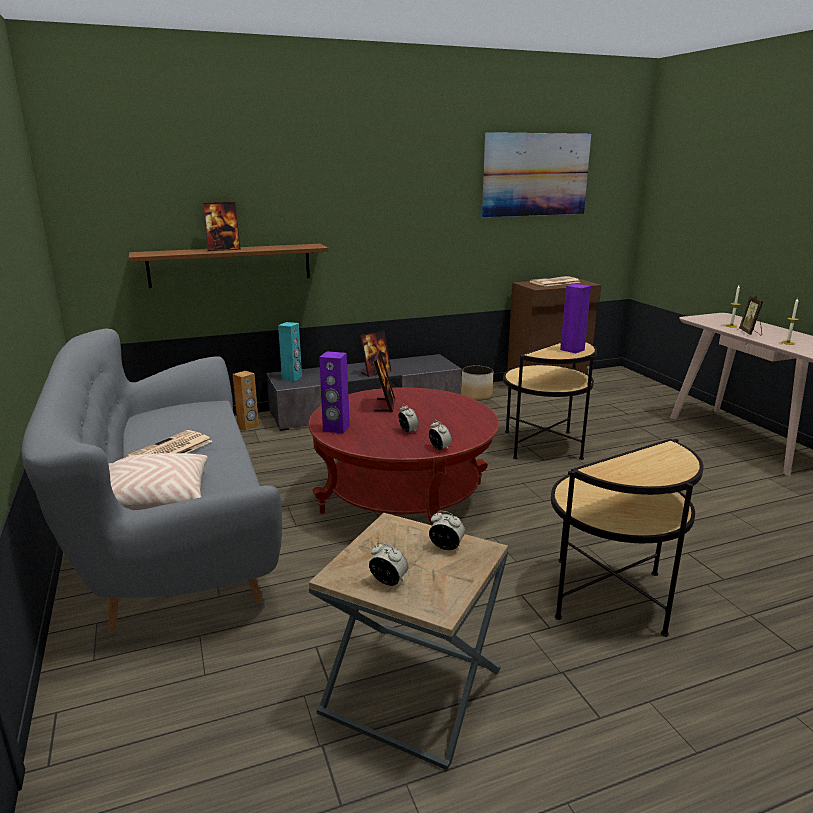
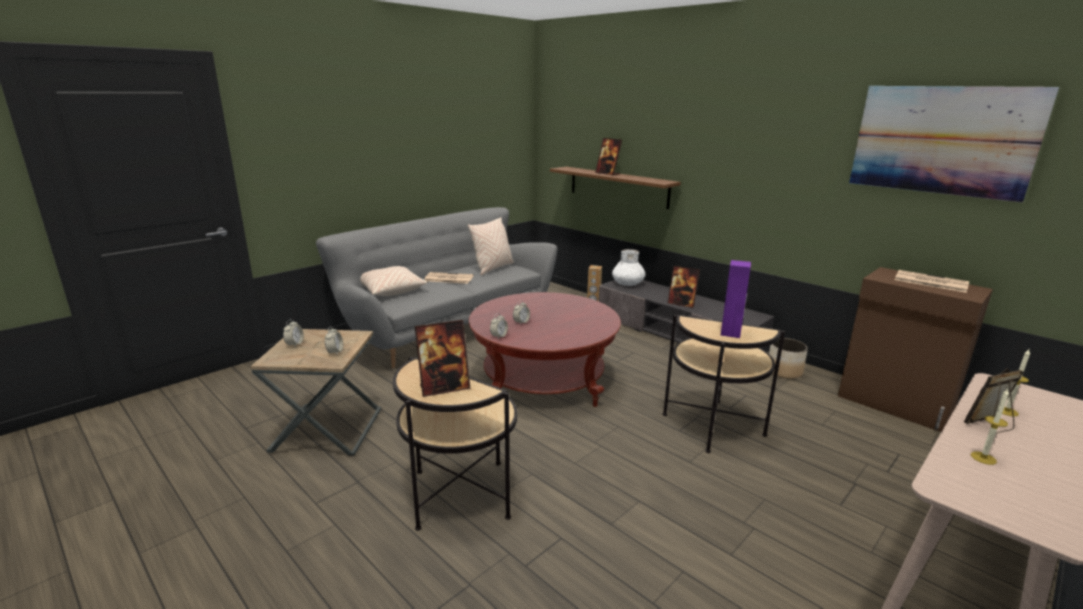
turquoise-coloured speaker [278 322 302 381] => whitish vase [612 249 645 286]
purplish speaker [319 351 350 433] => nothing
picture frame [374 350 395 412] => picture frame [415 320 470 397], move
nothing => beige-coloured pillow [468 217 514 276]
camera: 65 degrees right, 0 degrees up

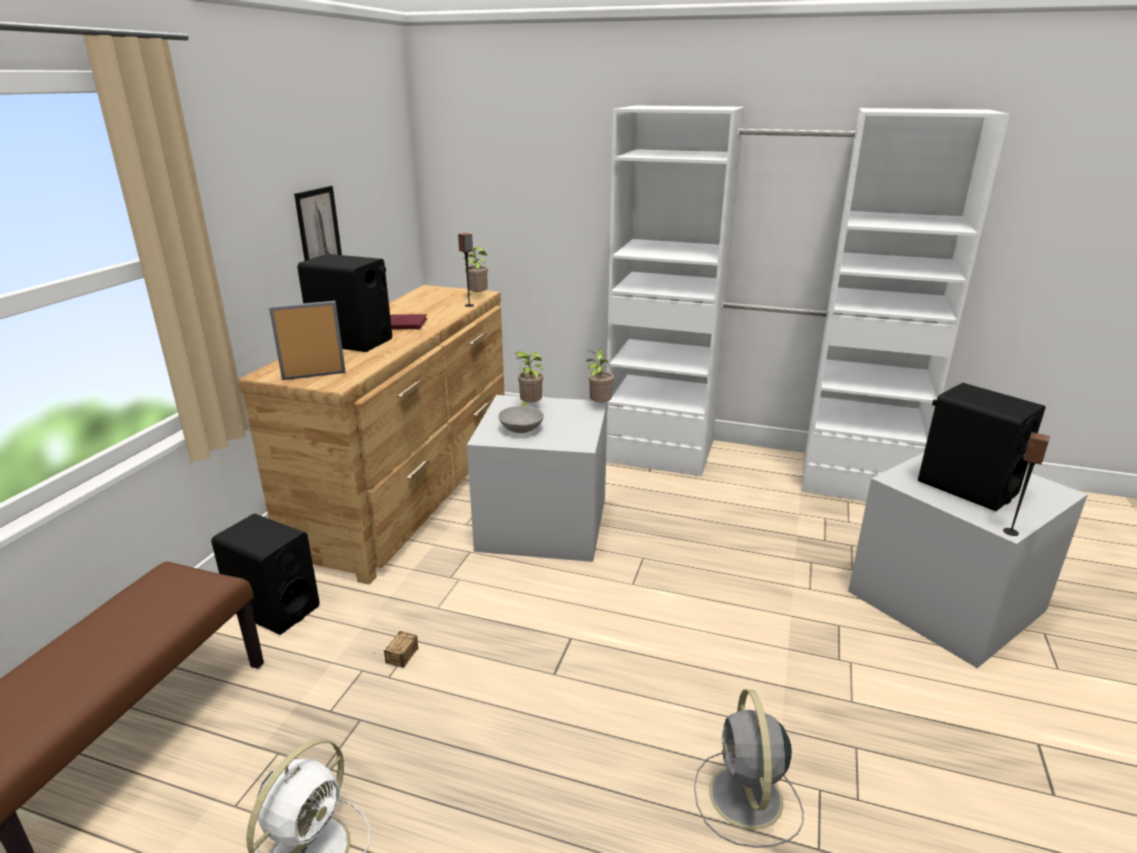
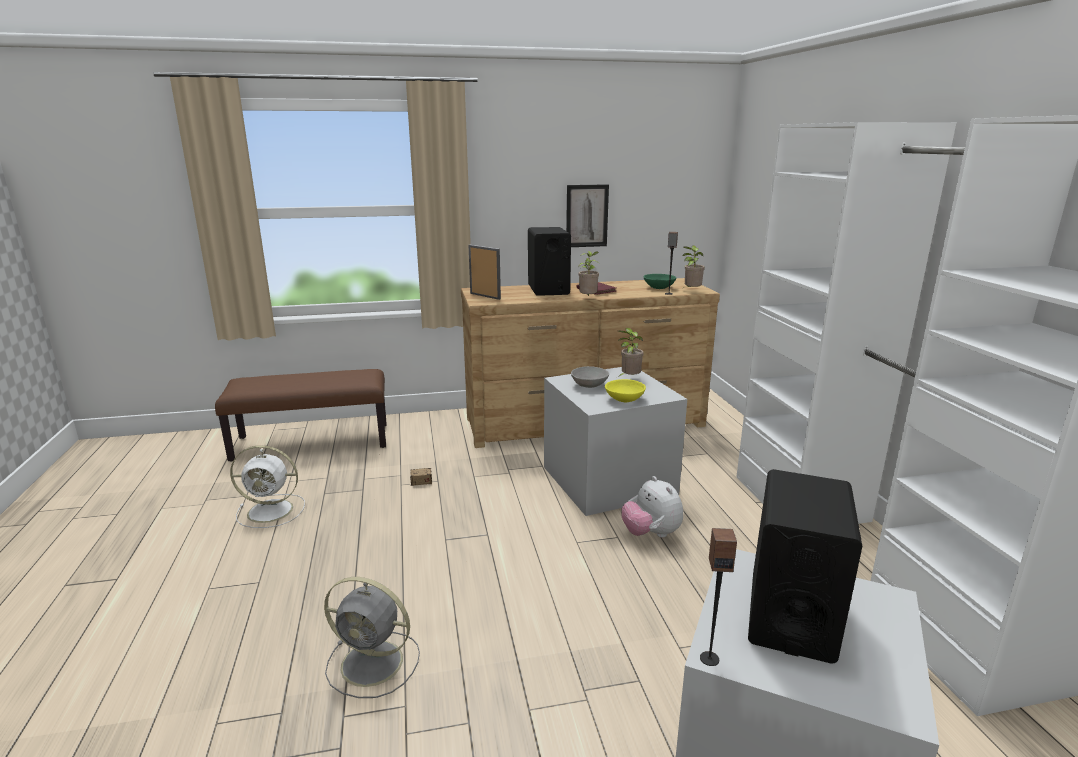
black speaker [211 514 320 635] => nothing
plant in a pot [587 348 614 402] => plant in a pot [578 251 599 296], move
grey cooling fan [694 689 804 848] => grey cooling fan [324 577 420 698], 135 degrees counterclockwise
nothing => yellow deep dish [605 379 646 402]
nothing => soft toy [621 476 683 538]
nothing => greenish deep dish [644 274 676 289]
camera: 60 degrees right, 5 degrees down

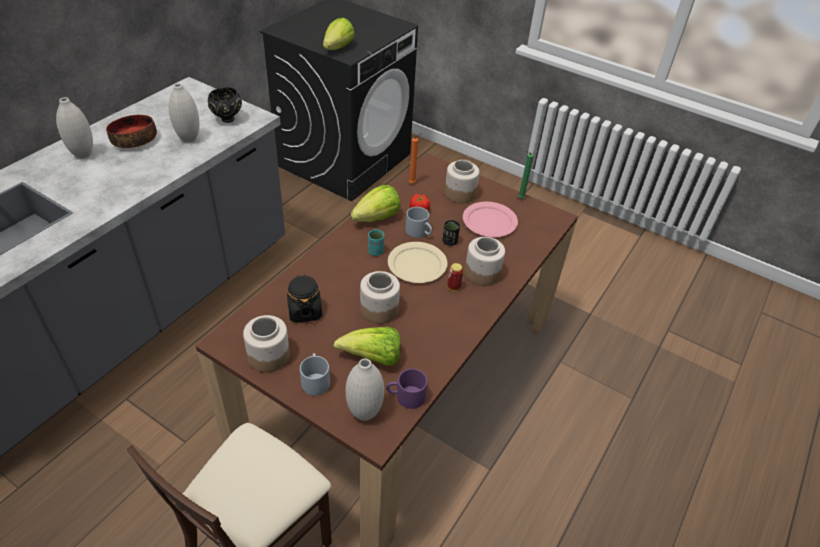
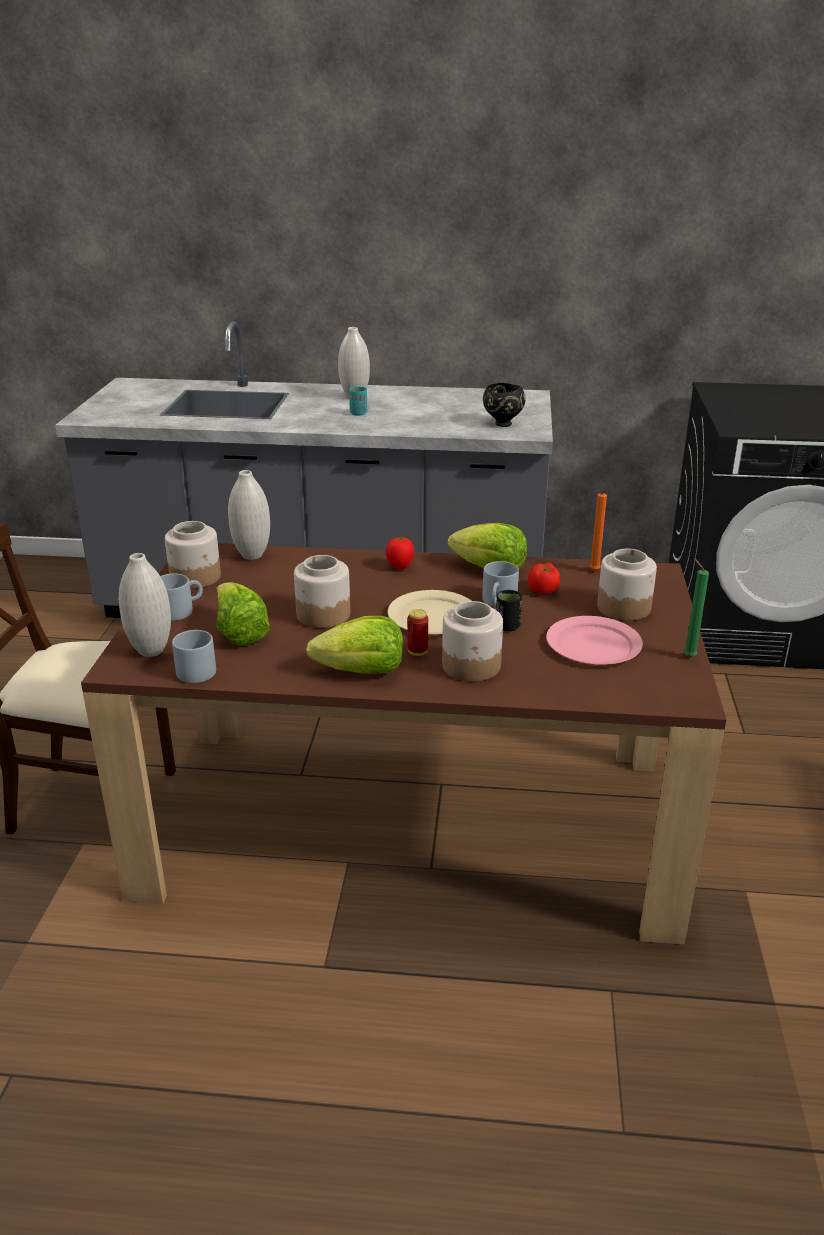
deep dish [106 115 157 148] => nothing
whitish vase [168 83 200 143] => whitish vase [228 470 270 560], move
black jar [287 274 322 323] => nothing
lettuce head [323 18 355 50] => lettuce head [306 616 403 674], move
turquoise-coloured drinking cup [368 229 384 256] => turquoise-coloured drinking cup [349 386 367 416], move
purplish mug [386 369 427 409] => grey mug [172 630 216 683]
nothing => tomato [386 537 414 569]
camera: 65 degrees right, 15 degrees down

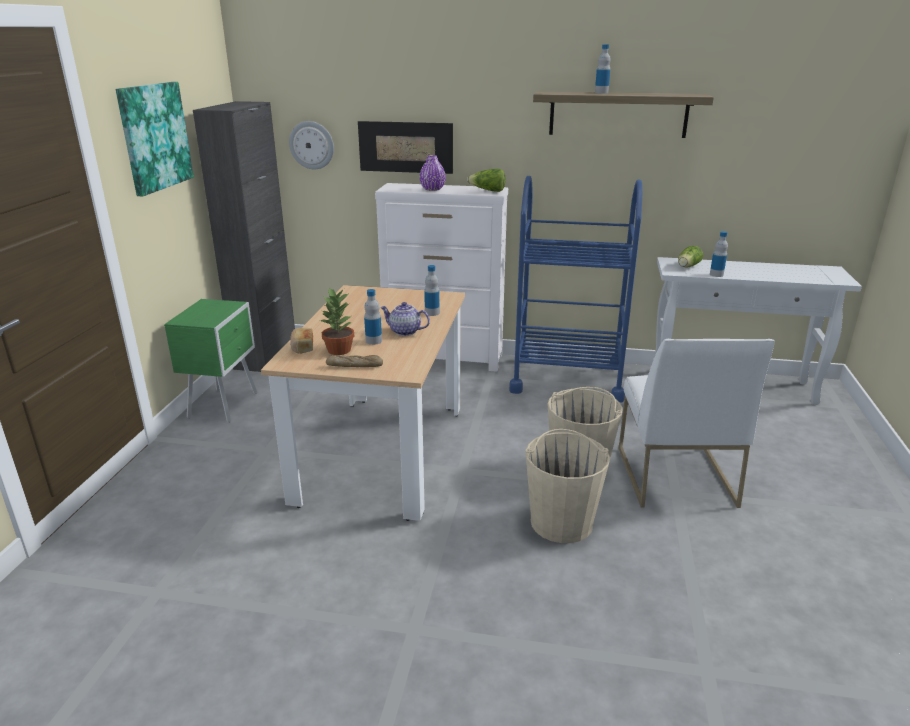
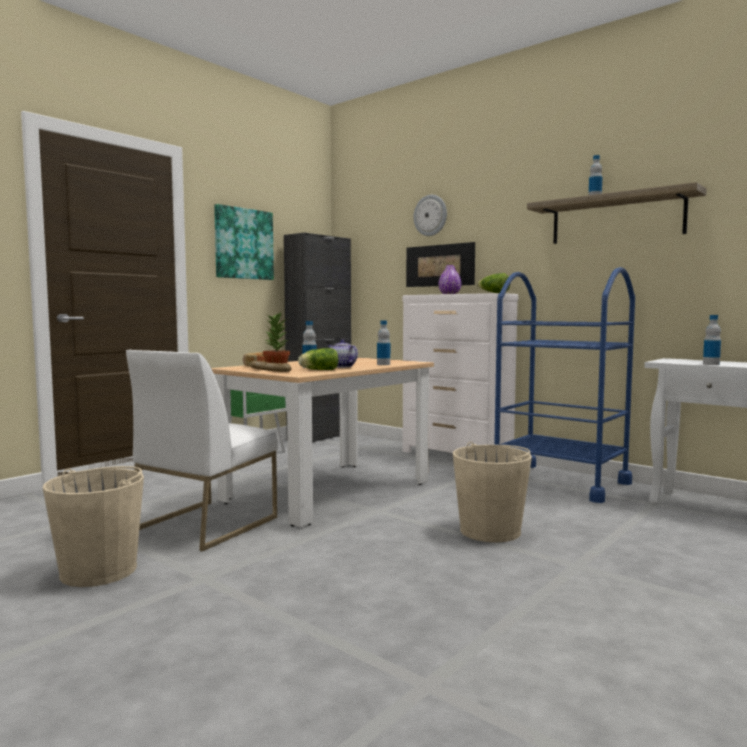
clock on the wall [289 121 334 169] => clock on the wall [414 195 447 236], move
beige-coloured bucket [525 429 610 543] => beige-coloured bucket [43 466 144 587], move
whitish chair [619 339 775 508] => whitish chair [126 350 278 551], move
lettuce head [678 246 703 267] => lettuce head [298 348 338 370], move
camera: 30 degrees right, 20 degrees down

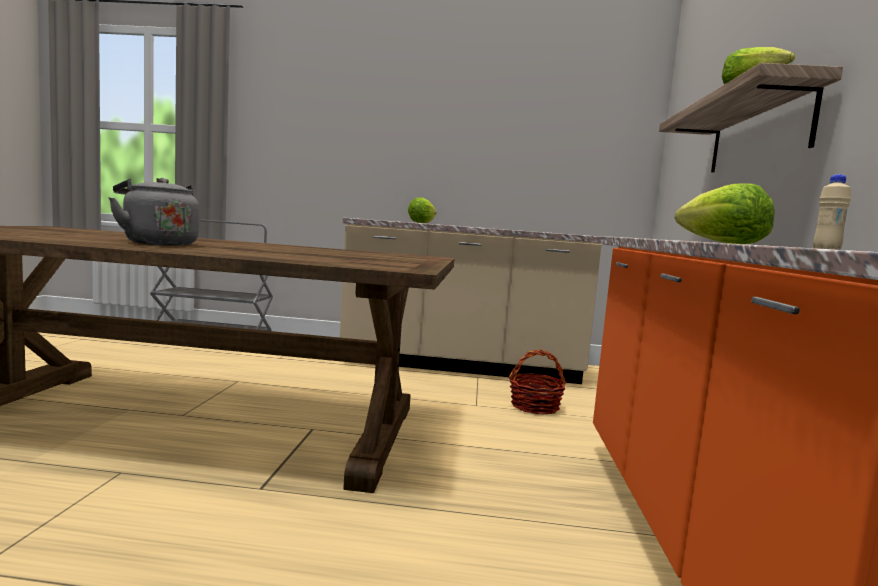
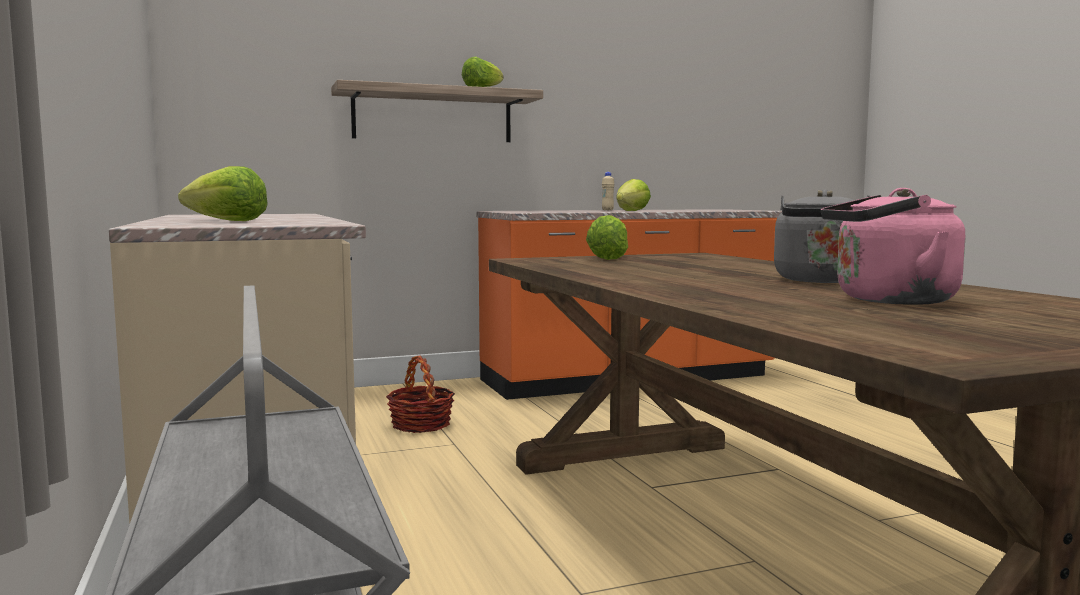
nothing => lettuce head [586 215 628 260]
nothing => pinkish water kettle [821 188 965 305]
camera: 115 degrees left, 0 degrees up

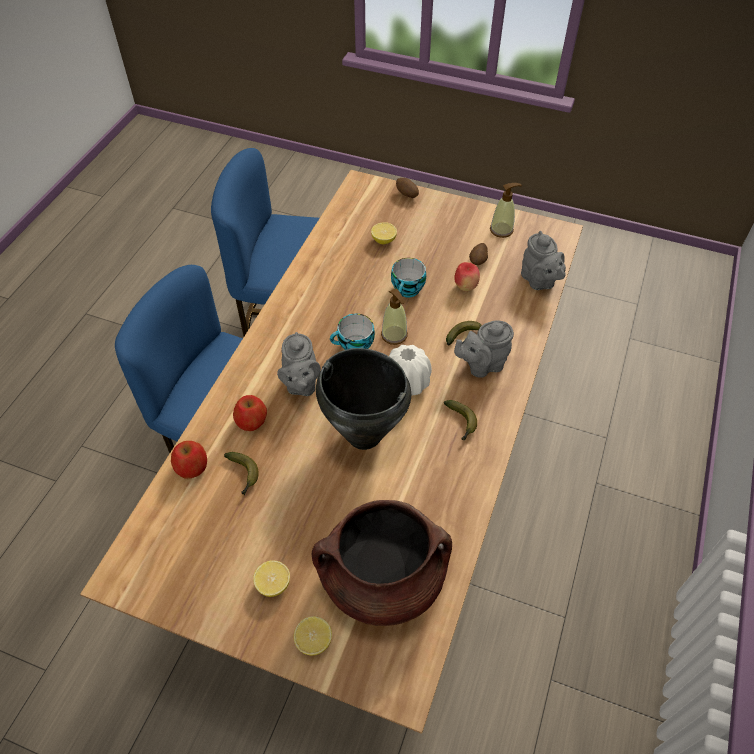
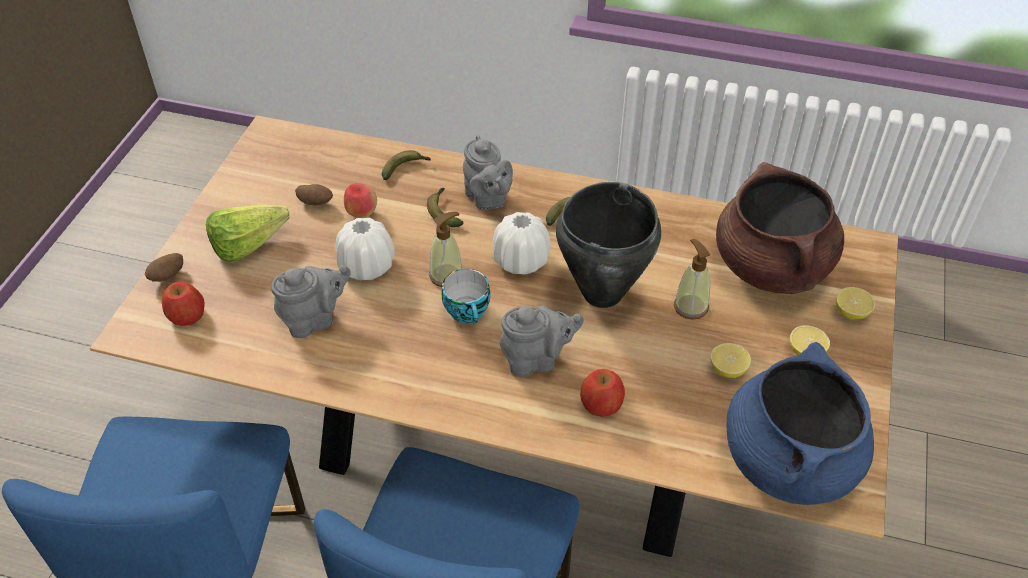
apple fruit [171 441 207 478] => apple fruit [162 282 205 326], move
whole banana [224 452 259 495] => whole banana [382 150 431 180], move
lemon [371 222 397 244] => lemon [711 343 751 378], move
drinking cup [391 258 426 297] => whitish vase [336 218 395 280]
soap dispenser [490 183 522 238] => soap dispenser [674 239 710 320], move
grey pot for tea [521 231 566 290] => grey pot for tea [271 265 351 338], move
nothing => lettuce head [206 205 289 262]
nothing => bluish saucepot [726 342 874 505]
camera: 95 degrees left, 5 degrees down

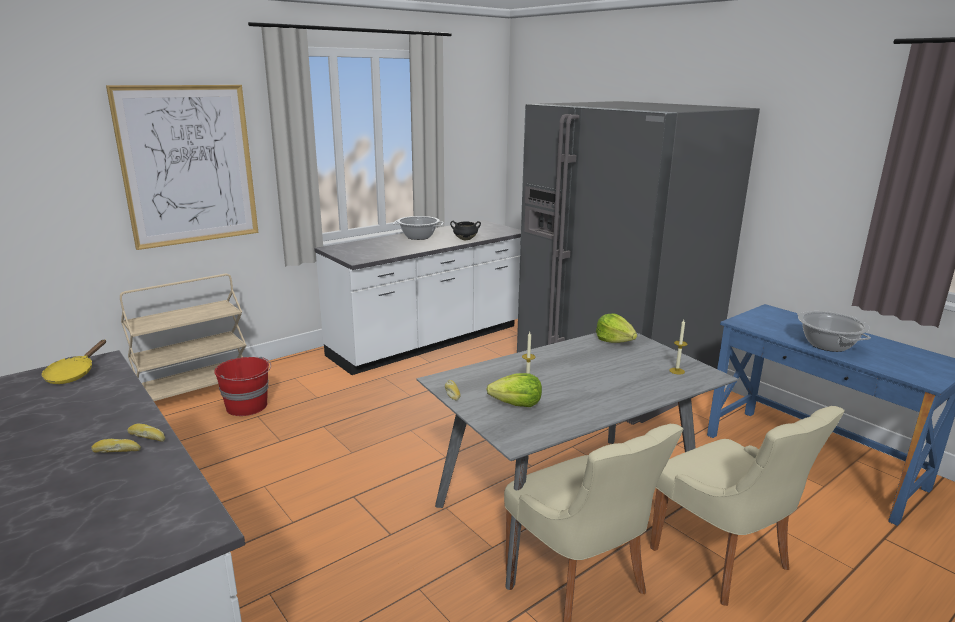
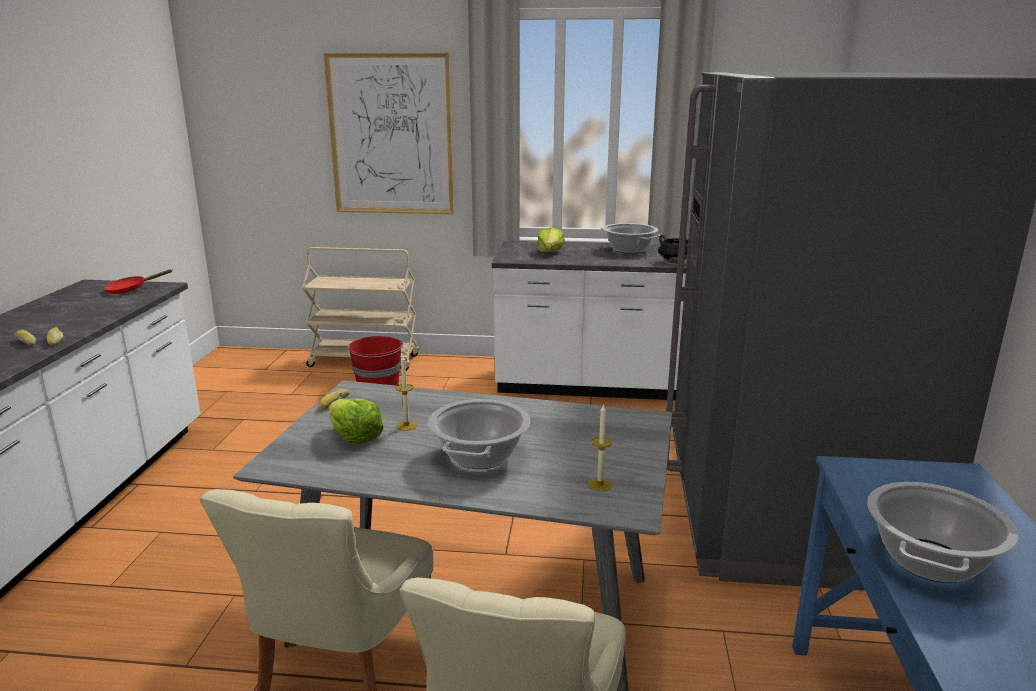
yellow frying pan [41 339 106 384] => reddish frying pan [104 269 172 294]
lettuce head [596 313 637 343] => lettuce head [537 227 565 252], move
nothing => saucepot [428 399 530 469]
camera: 45 degrees right, 0 degrees up

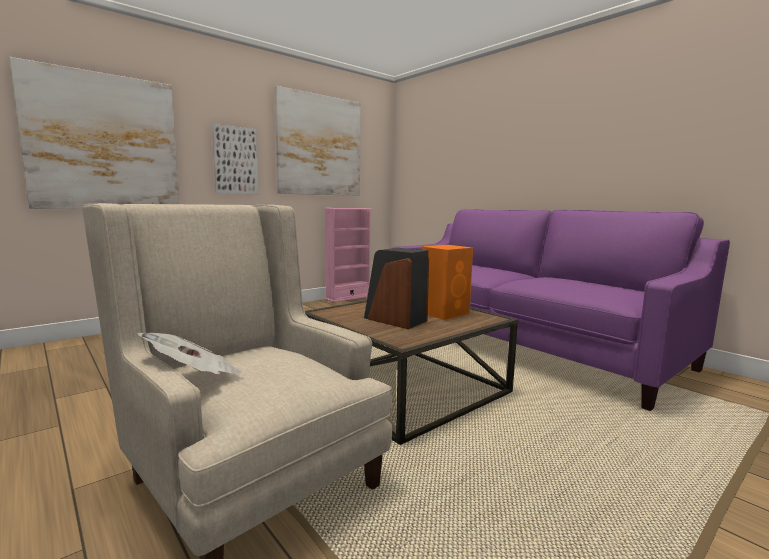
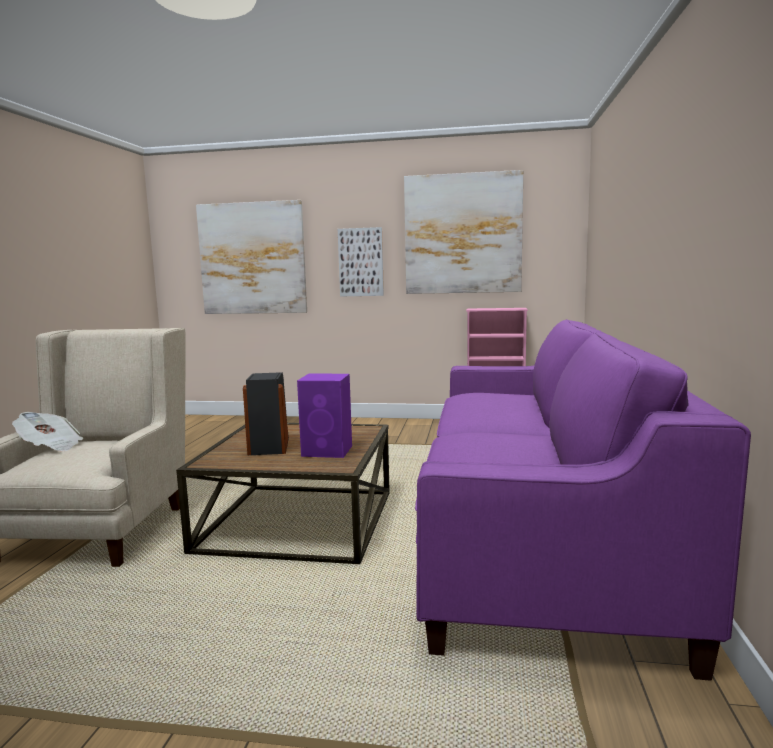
orangey speaker [421 245 473 320] => purplish speaker [297 374 352 458]
camera: 50 degrees right, 0 degrees up

